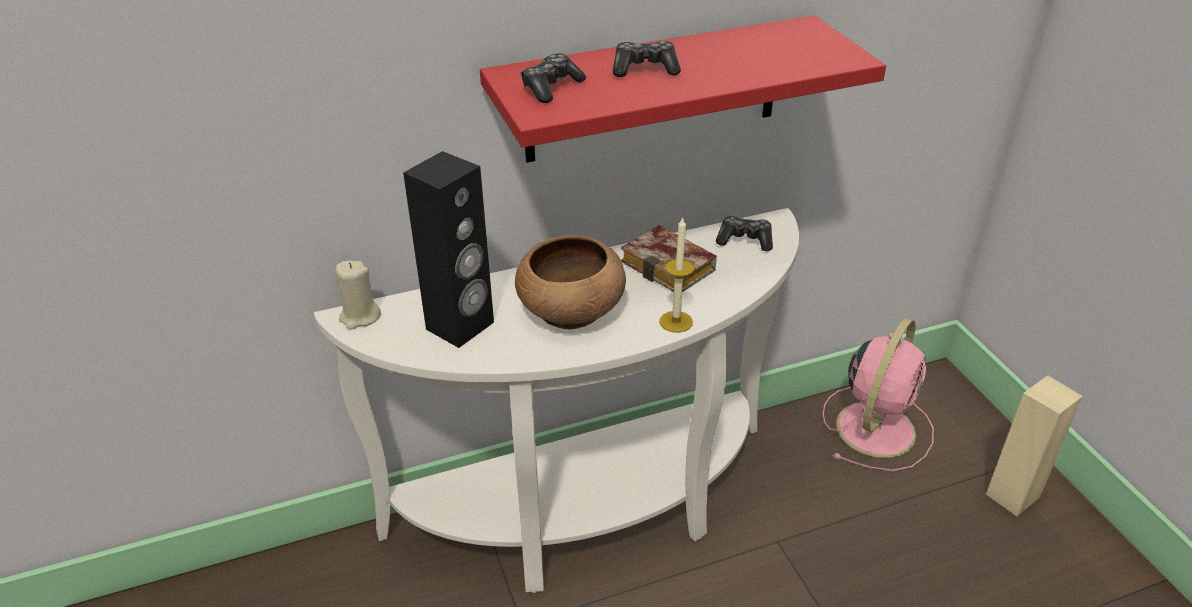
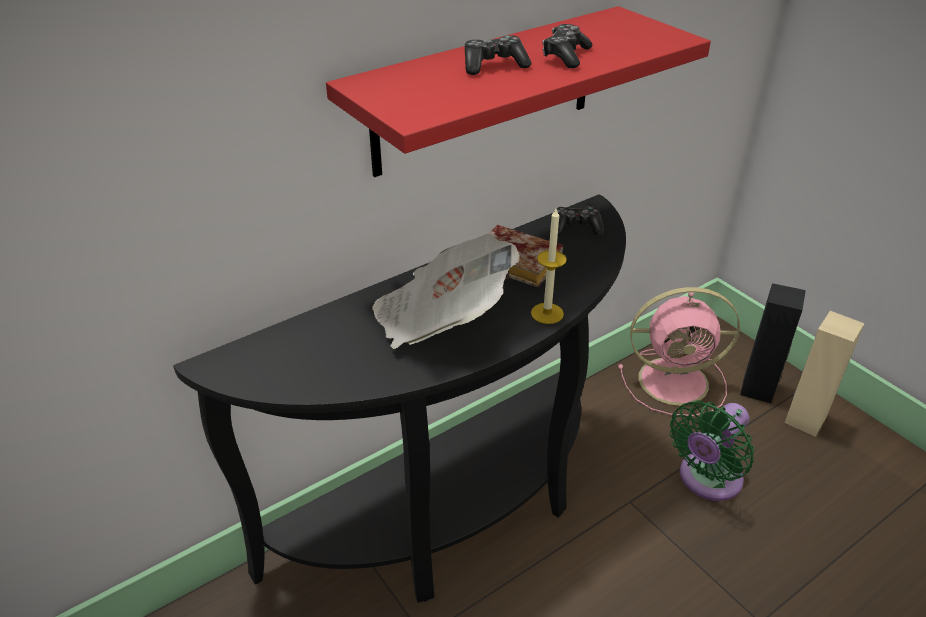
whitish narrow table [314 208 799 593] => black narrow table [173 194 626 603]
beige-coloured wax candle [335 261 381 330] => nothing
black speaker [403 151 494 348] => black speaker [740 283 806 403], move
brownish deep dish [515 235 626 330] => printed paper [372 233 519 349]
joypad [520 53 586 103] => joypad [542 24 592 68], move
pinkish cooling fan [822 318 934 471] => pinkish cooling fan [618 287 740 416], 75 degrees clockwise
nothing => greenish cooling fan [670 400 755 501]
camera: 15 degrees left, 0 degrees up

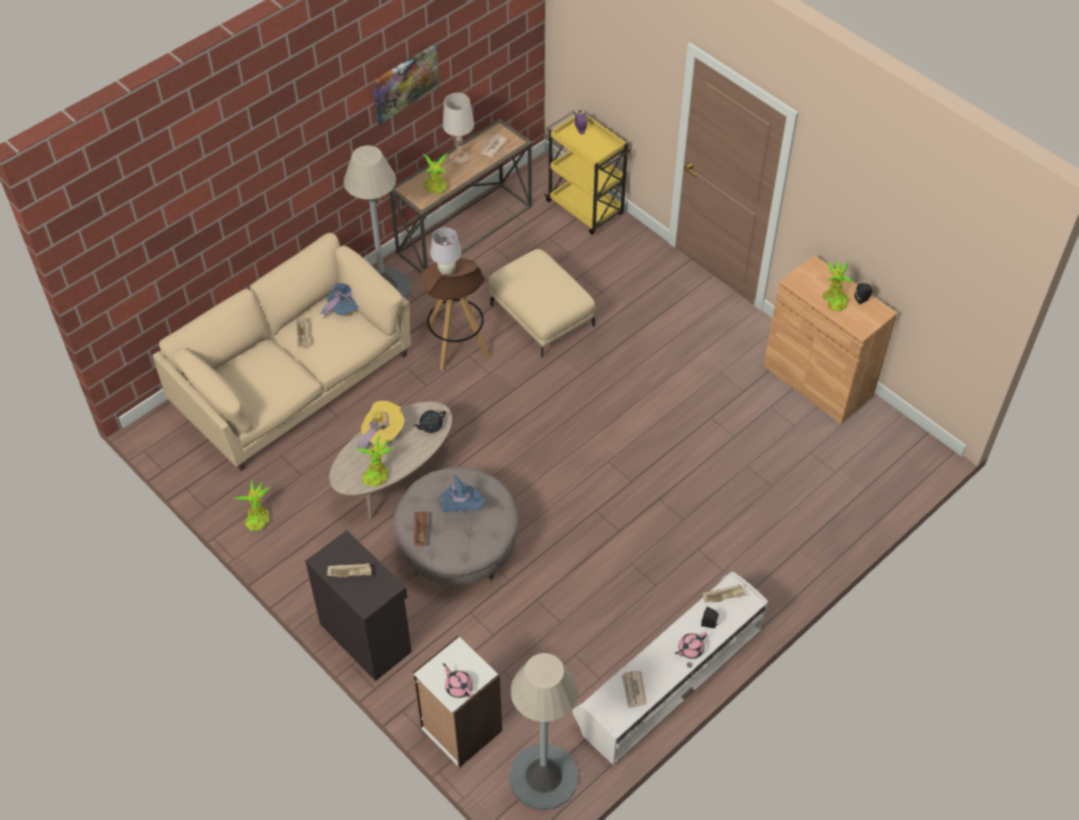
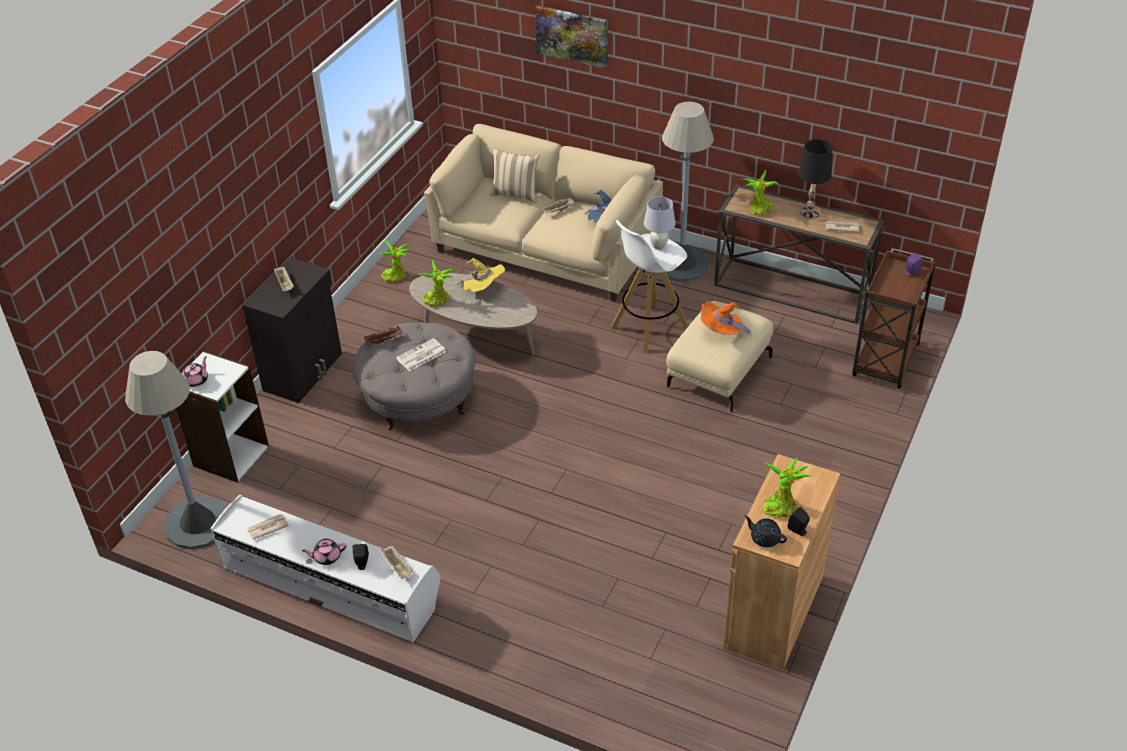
wall picture [372 44 439 124] => wall picture [535 5 608 69], move
black pot for tea [413 410 446 433] => black pot for tea [744 516 787 547], move
brownish stool seat [421 258 491 371] => whitish stool seat [611 220 689 353]
bluish hat [438 475 485 512] => printed paper [396 338 446 371]
whitish table lamp [443 93 474 164] => black table lamp [798 139 832 218]
yellow cart [545 110 631 235] => brownish cart [852 248 936 389]
pinkish pot for tea [675 632 707 659] => pinkish pot for tea [302 539 347 565], 45 degrees counterclockwise
nothing => beige-coloured pillow [490 149 539 203]
nothing => orangey hat [701 301 751 337]
camera: 70 degrees right, 10 degrees down

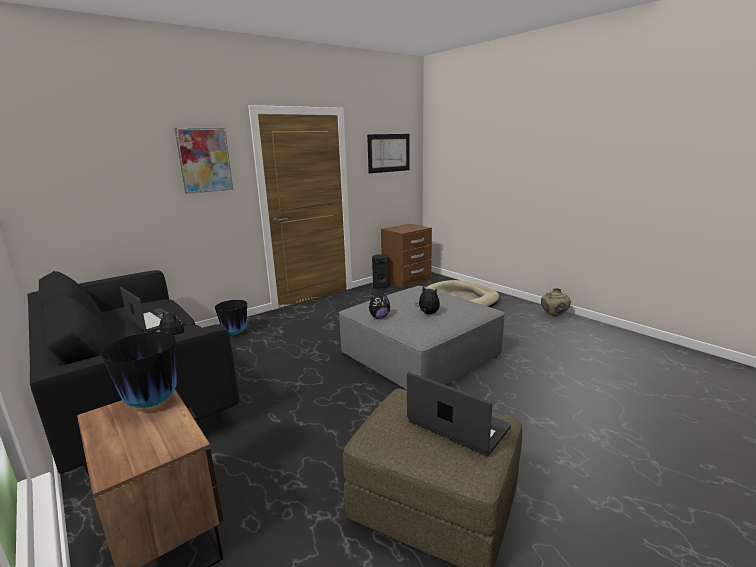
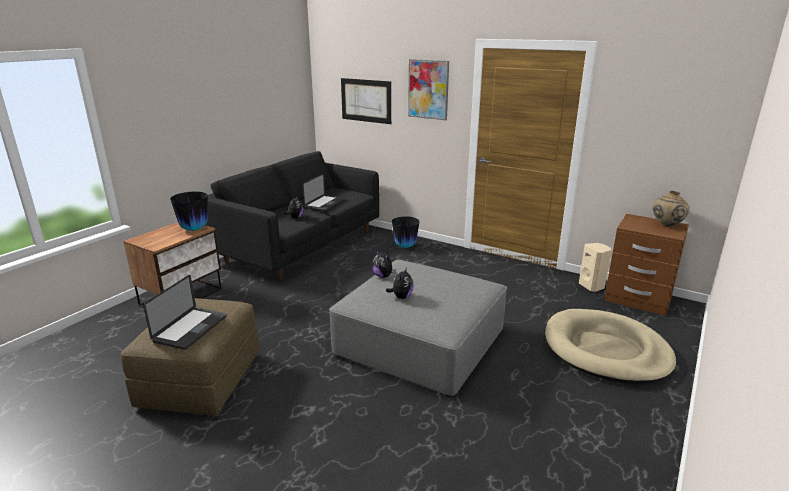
wall picture [367 134 410 174] => wall picture [341 78 391 124], move
black speaker [372 254 390 288] => beige-coloured speaker [579 243 611 292]
beige-coloured vase [541 288 571 317] => beige-coloured vase [652 191 690 227], move
camera: 70 degrees right, 5 degrees up

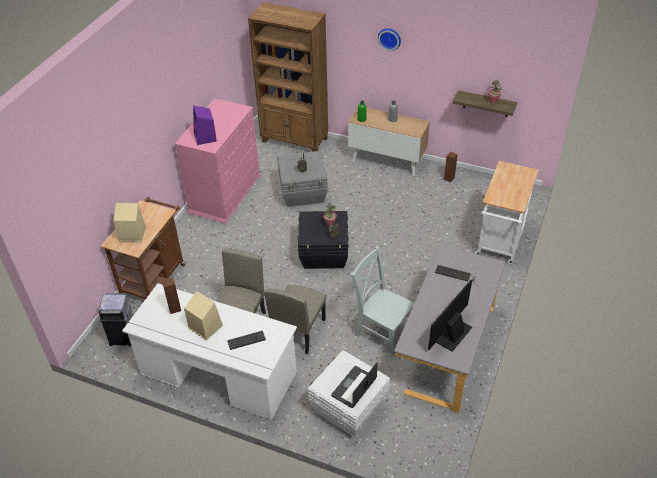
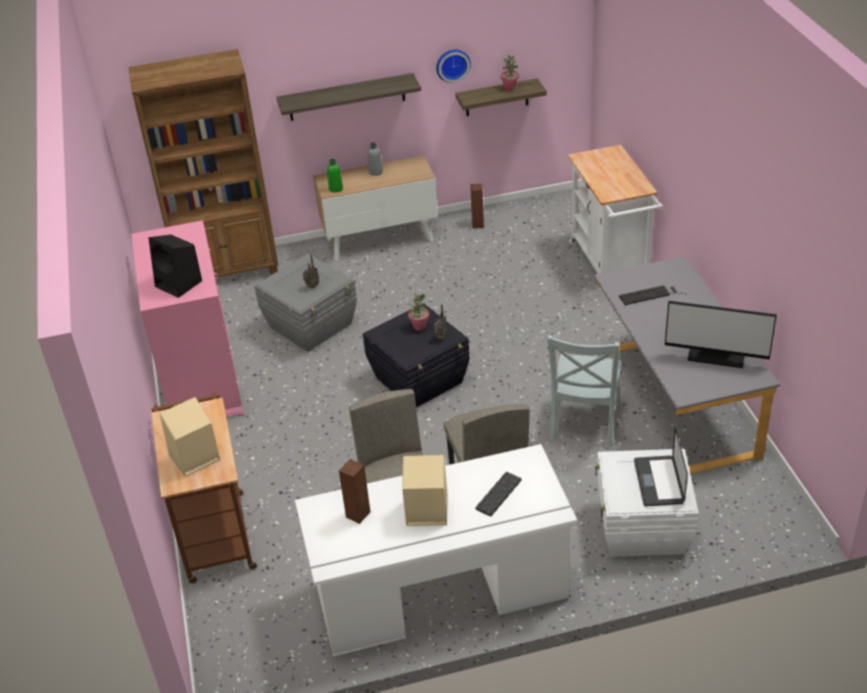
grey trash can [99 293 133 346] => nothing
purplish speaker [193 105 217 145] => black speaker [149 235 202 298]
grey chair [351 246 414 355] => grey chair [547 335 622 448], 75 degrees counterclockwise
clock on the wall [378 28 401 51] => clock on the wall [436 49 471 83], move
computer display [428 280 472 352] => computer display [665 301 777 368], 75 degrees counterclockwise
nothing => bracket shelf [277 73 421 121]
camera: 35 degrees left, 5 degrees down

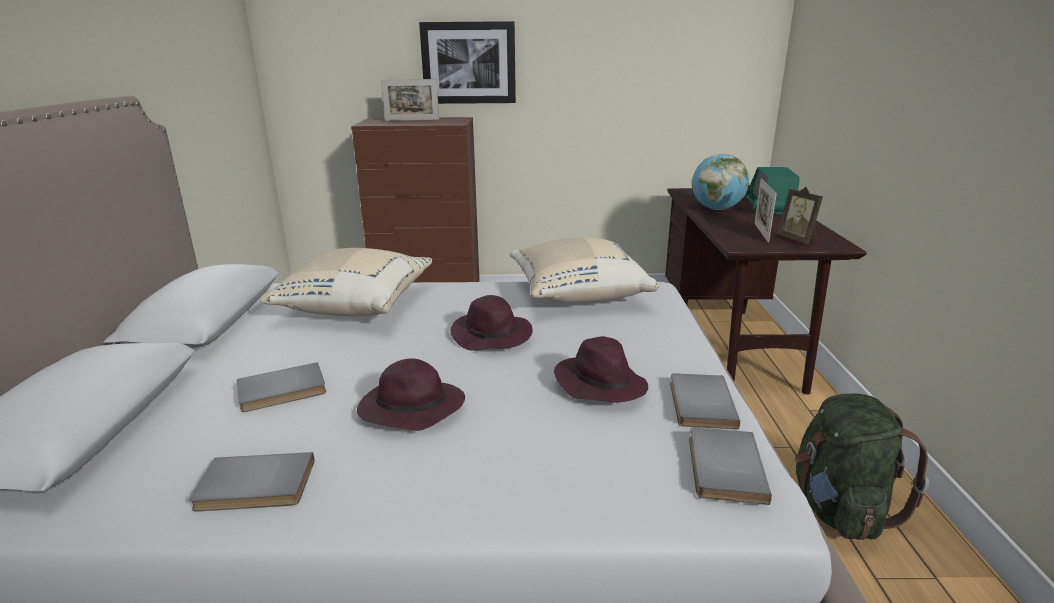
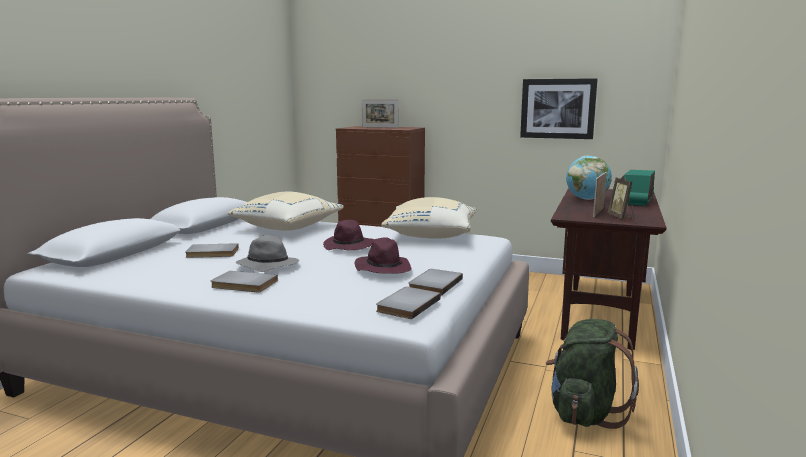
grey bound book [189 452 315 512] => grey bound book [211 271 278 292], move
purplish hat [357 358 465 431] => grey hat [236 235 299 272]
wall picture [419 21 516 104] => wall picture [520 78 597 139], move
camera: 20 degrees right, 10 degrees down

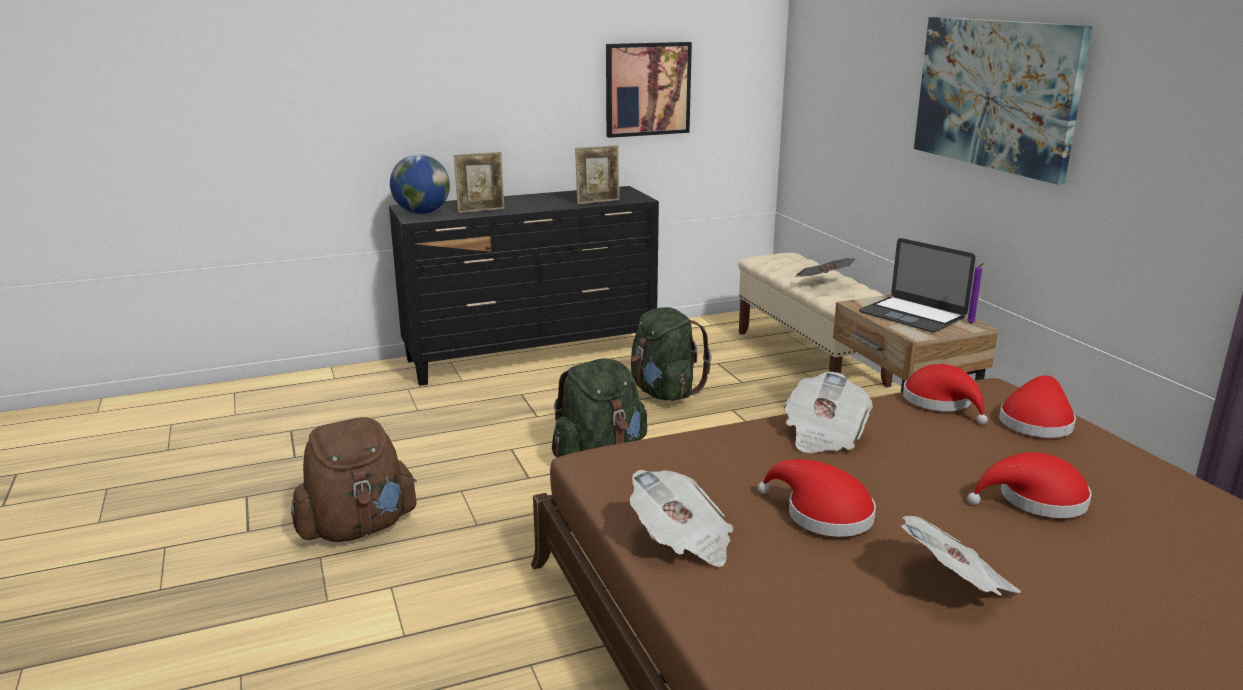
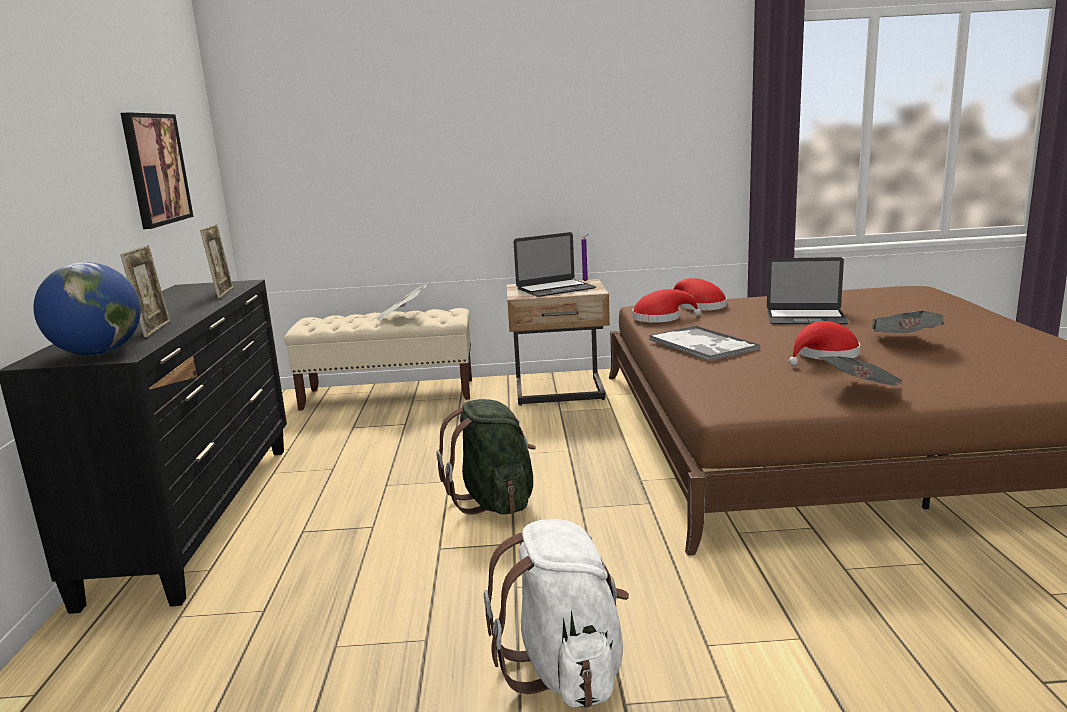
brownish rucksack [291 417 417 542] => whitish rucksack [484 519 629 708]
greenish rucksack [630 307 712 401] => nothing
printed paper [784 372 873 453] => tray [649 326 760 361]
wall picture [914 17 1092 185] => nothing
reddish hat [967 452 1092 518] => portable computer [767 257 849 324]
camera: 70 degrees left, 5 degrees down

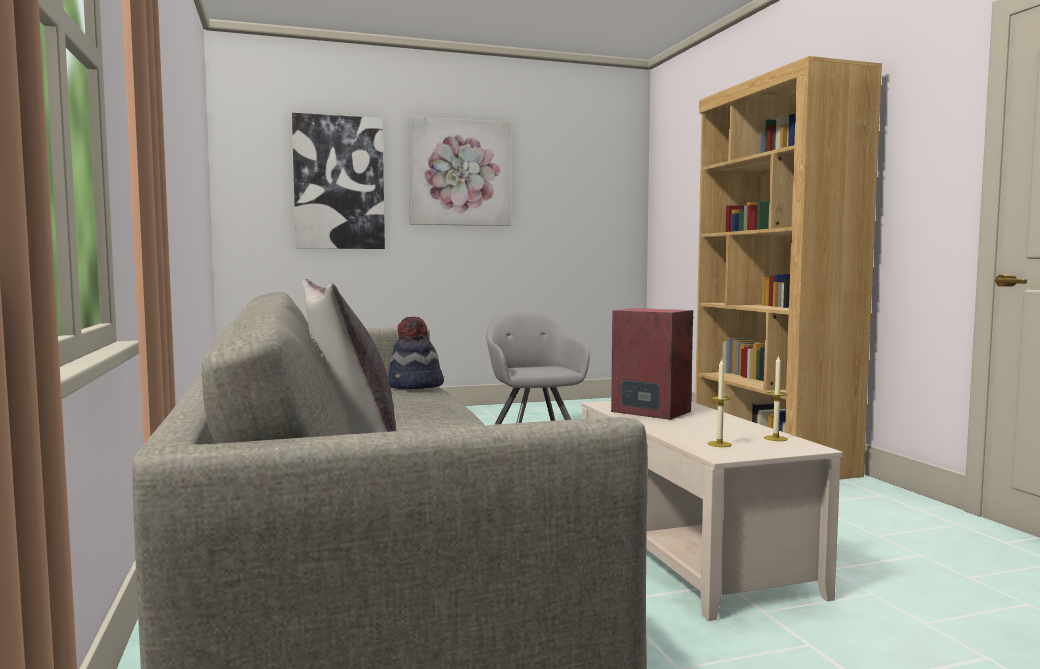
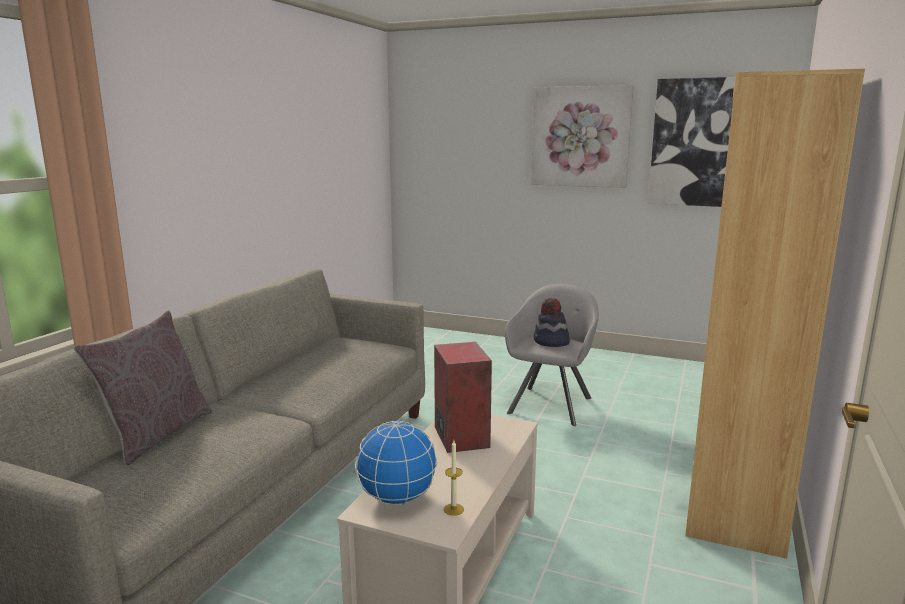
wall picture [292 113 385 249] => wall picture [648 77 735 207], move
hat [388 317 444 389] => hat [534 298 570 347], move
wax candle [708 359 731 447] => world globe [355 421 438 505]
camera: 40 degrees right, 10 degrees up

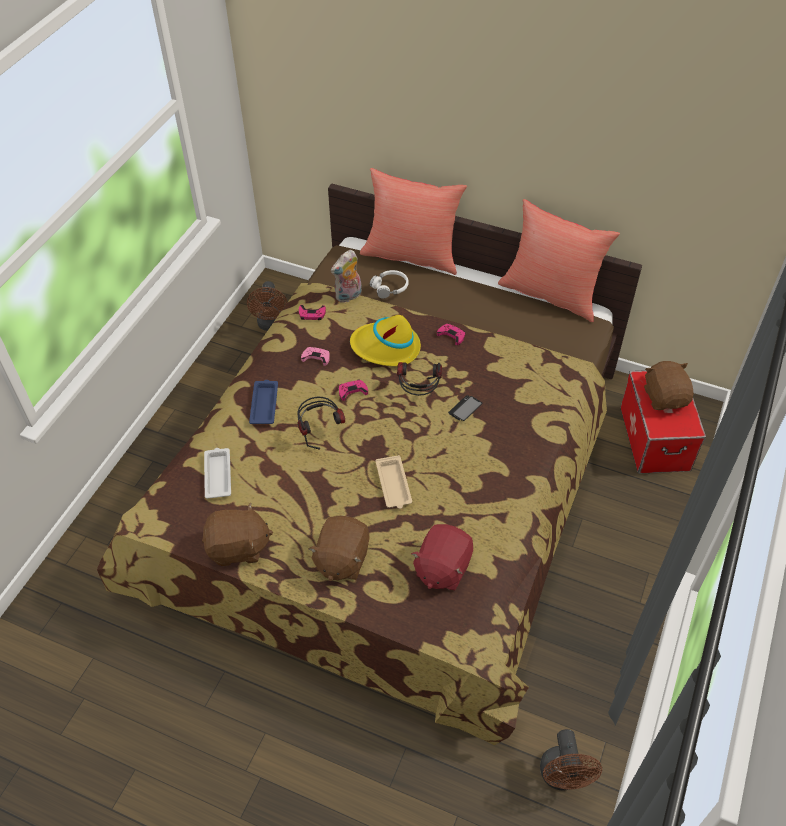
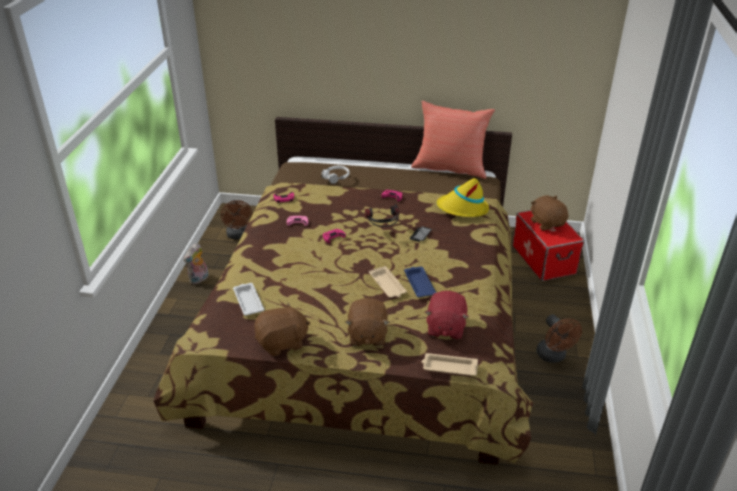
bluish tray [249 380 278 424] => bluish tray [404 267 436 297], move
headset [298 397 345 449] => nothing
soft toy [331 250 362 303] => soft toy [184 243 208 284], move
yellow hat [350 315 421 366] => yellow hat [437 178 489 217], move
reddish pillow [360 168 467 275] => nothing
brownish cooling fan [540 729 602 790] => brownish cooling fan [536 315 582 363], move
nothing => beige-coloured tray [421 353 478 376]
camera: 15 degrees left, 15 degrees down

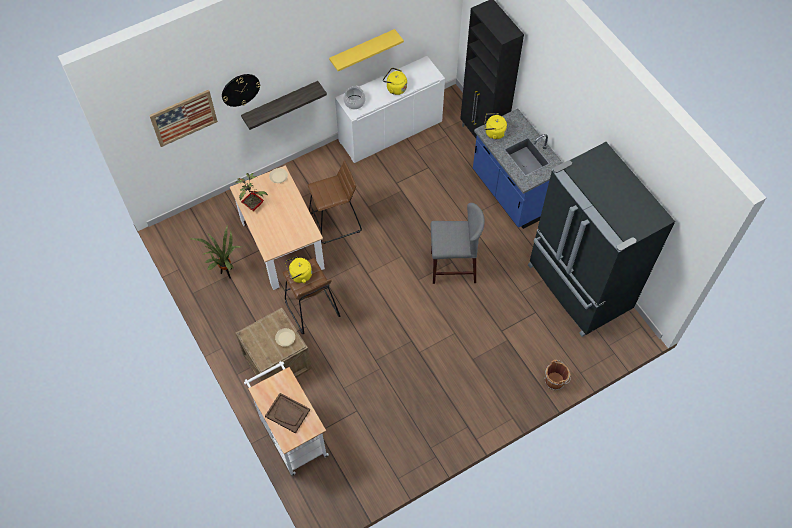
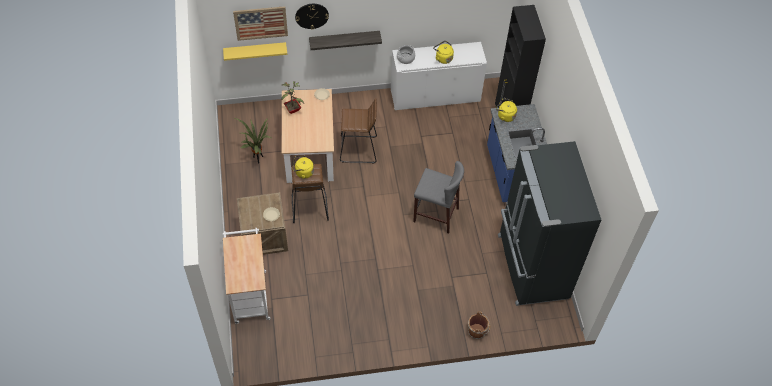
brownish tray [265 393 310 433] => nothing
yellow bracket shelf [329 29 404 71] => yellow bracket shelf [223 42 287 61], move
camera: 20 degrees right, 5 degrees down

